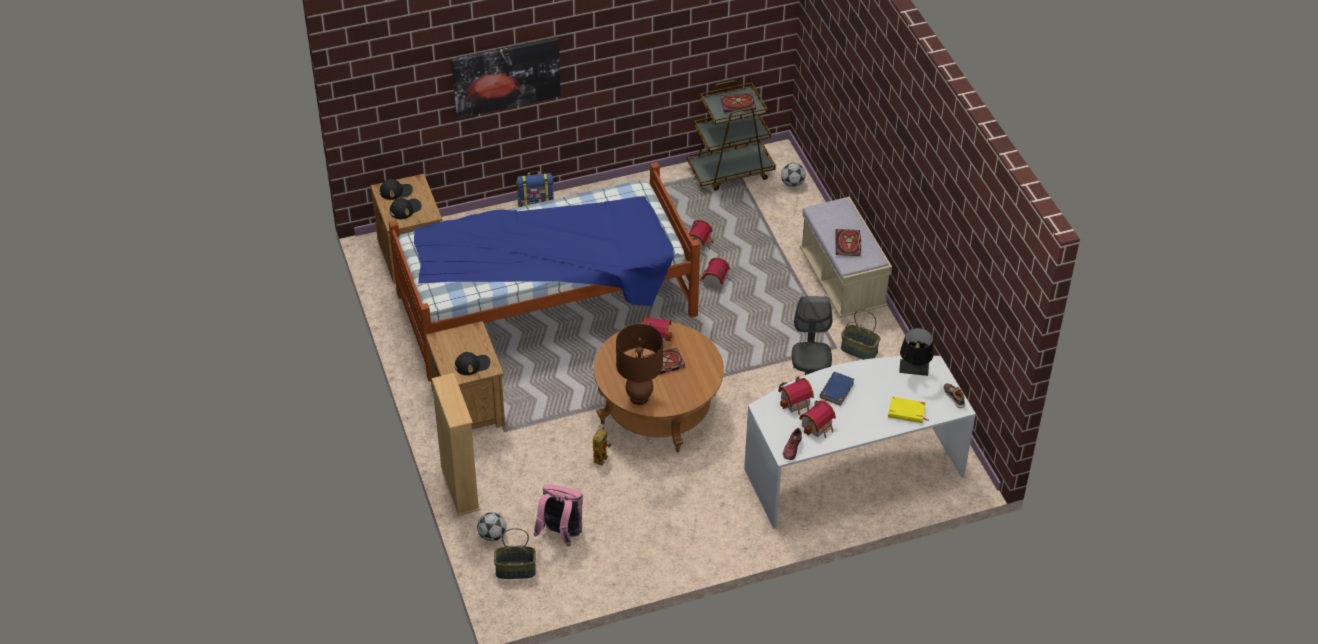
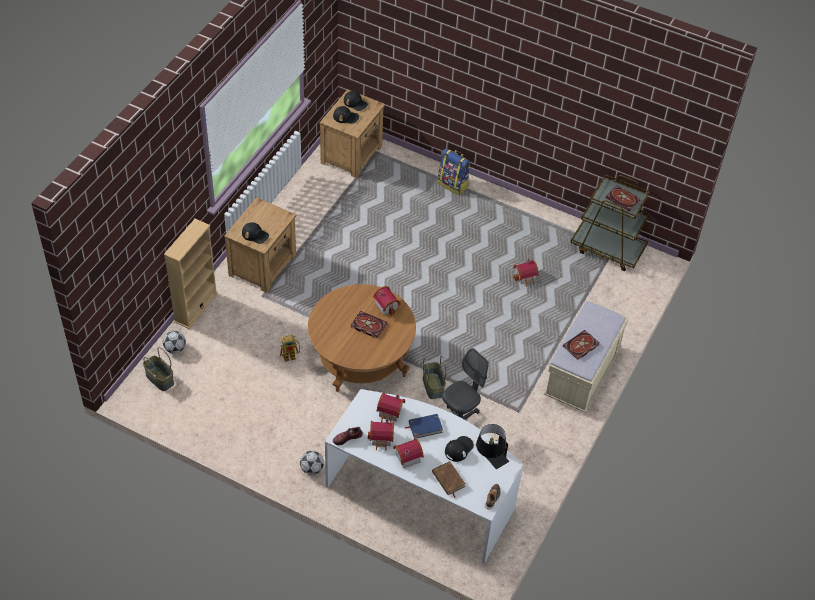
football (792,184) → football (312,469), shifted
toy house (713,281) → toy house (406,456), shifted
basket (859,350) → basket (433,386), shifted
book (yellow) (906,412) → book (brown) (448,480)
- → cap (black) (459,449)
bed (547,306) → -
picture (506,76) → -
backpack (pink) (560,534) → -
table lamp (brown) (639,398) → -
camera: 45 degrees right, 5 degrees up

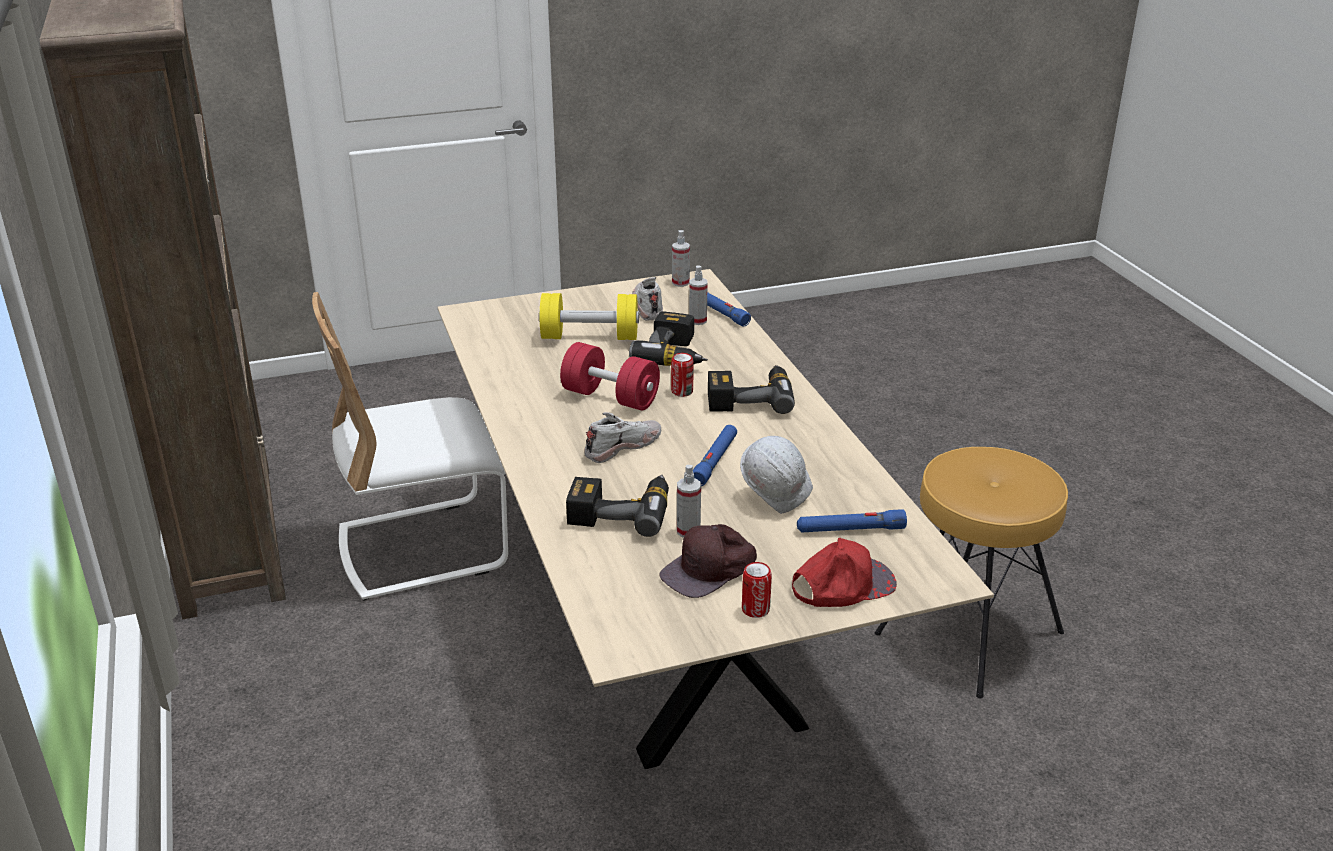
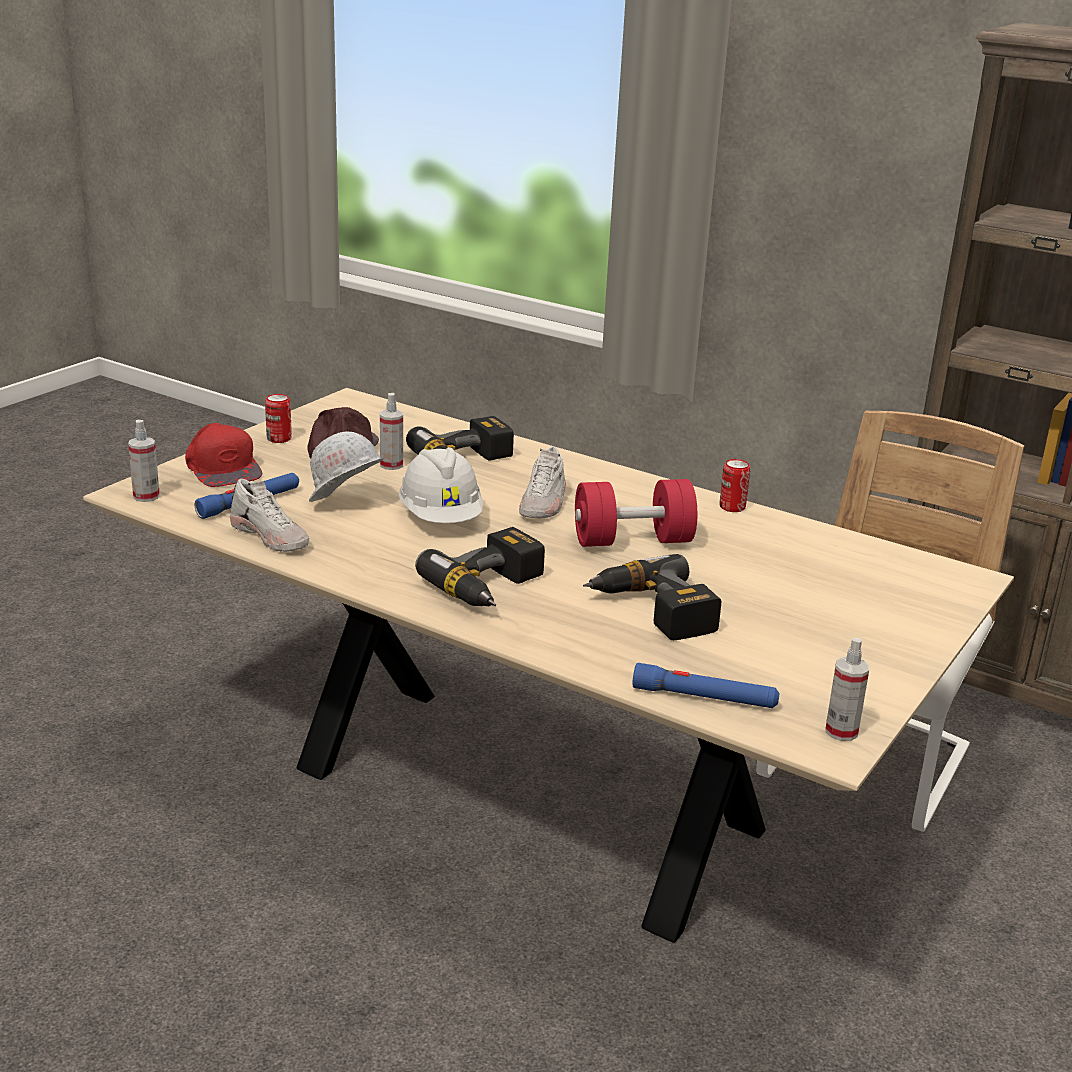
spray bottle (697,321) → spray bottle (146,496), shifted
cap (red) (842,584) → cap (red) (223,468), 60 degrees counterclockwise
shoe (white) (647,306) → shoe (white) (271,536), shifted
flashlight (blue) (715,460) → hard hat (white) (441,518)
can (682,391) → can (732,507), shifted
dumbbell (yellow) (590,337) → -
stool (brown) (970,633) → -
camera: 140 degrees right, 5 degrees down

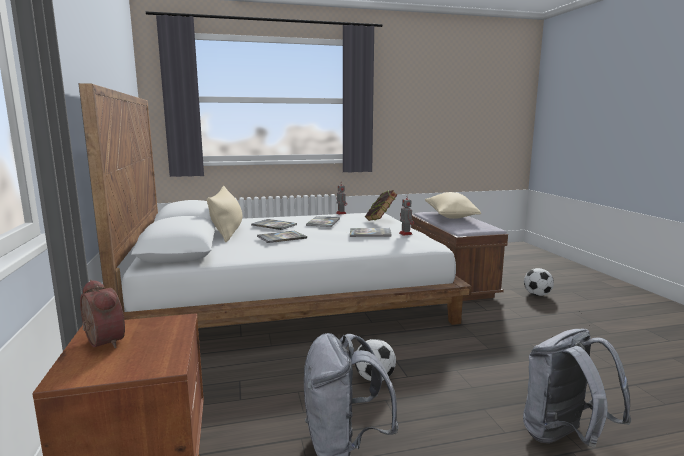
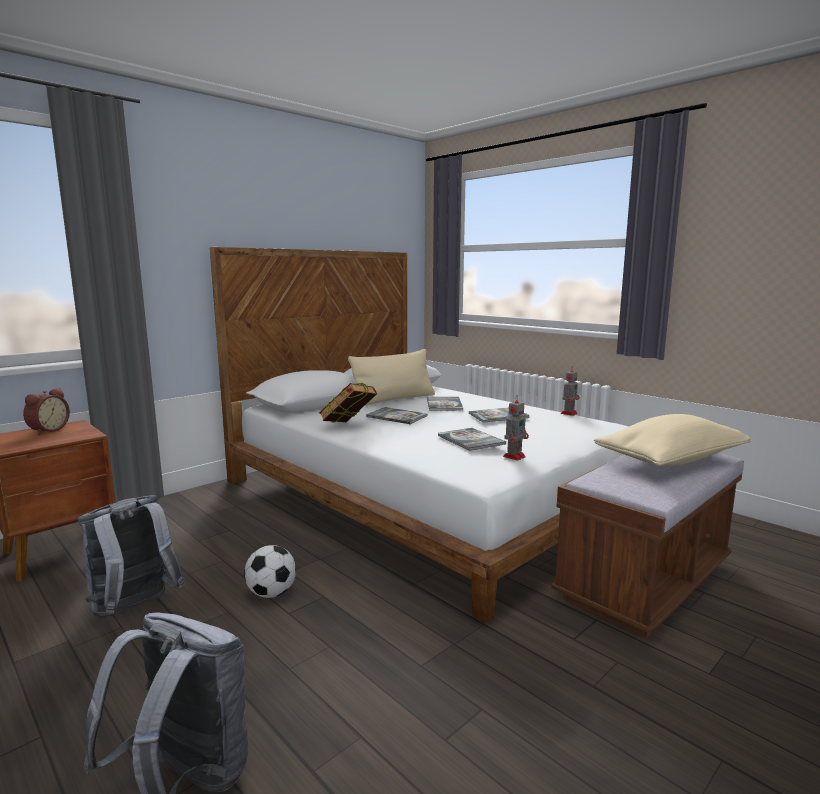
book (380,221) → book (348,427), shifted
football (537,294) → -
camera: 60 degrees right, 0 degrees up

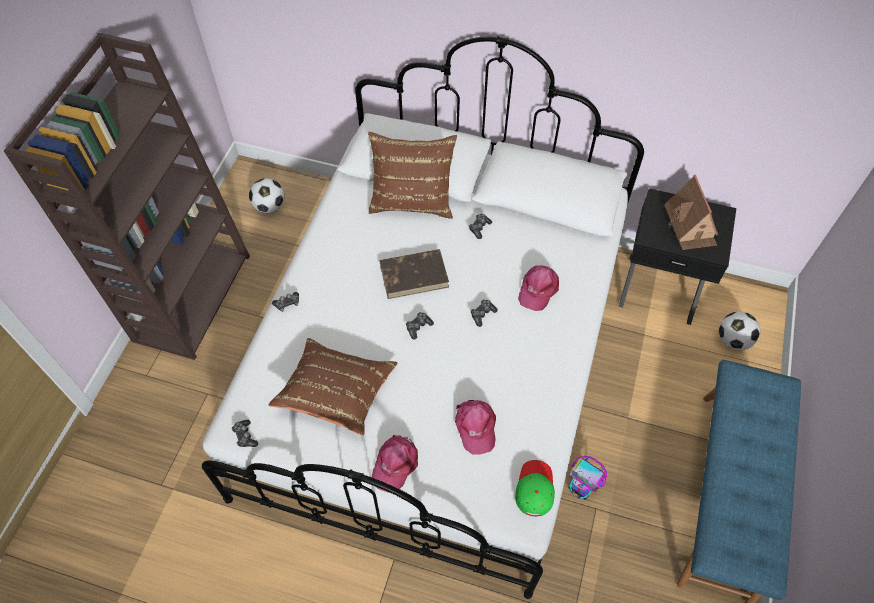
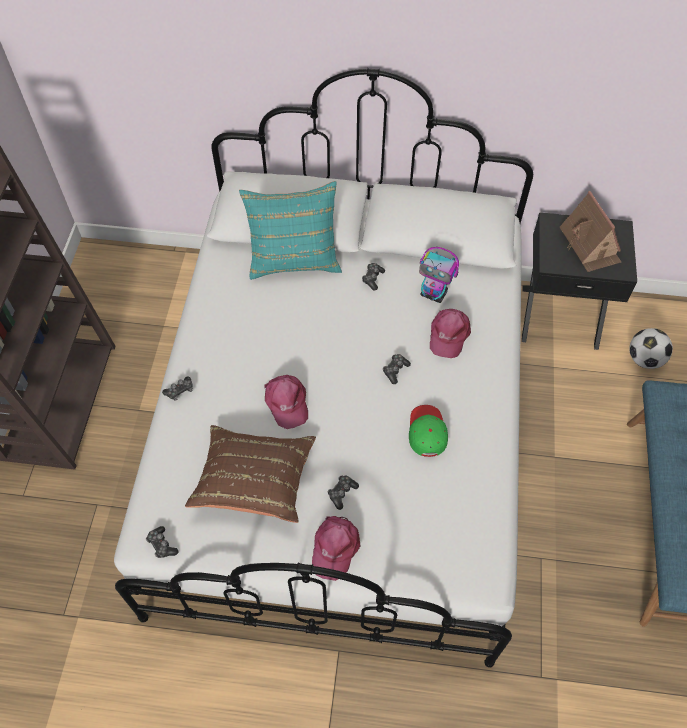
pillow (brown) (412,199) → pillow (turquoise) (294,257)
cap (pink) (475,426) → cap (pink) (286,402), shifted
game controller (418,327) → game controller (342,493), shifted
cap (green) (534,489) → cap (green) (427,432), shifted
toy robot (581,488) → toy robot (434,294), shifted
football (269,206) → -
book (brown) (414,275) → -
camera: 10 degrees left, 0 degrees up

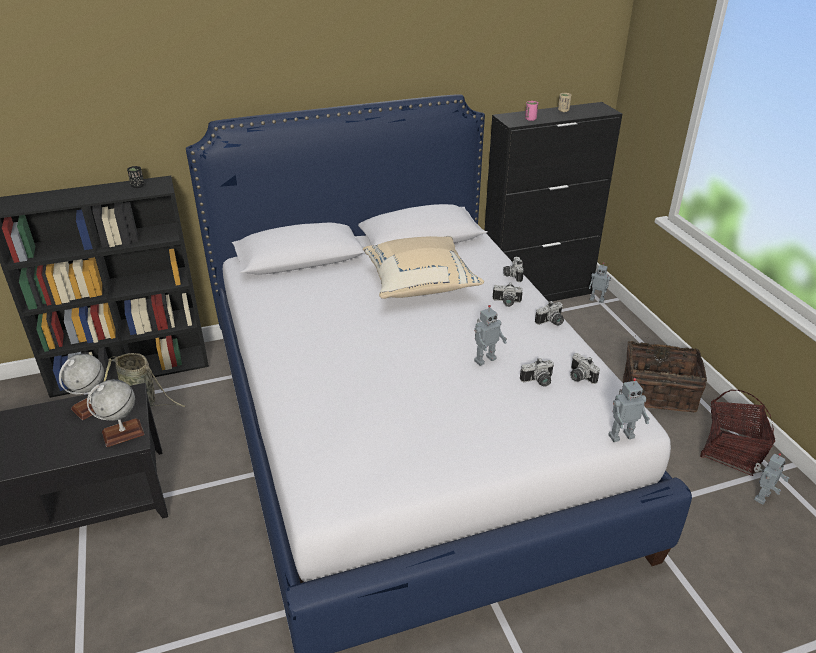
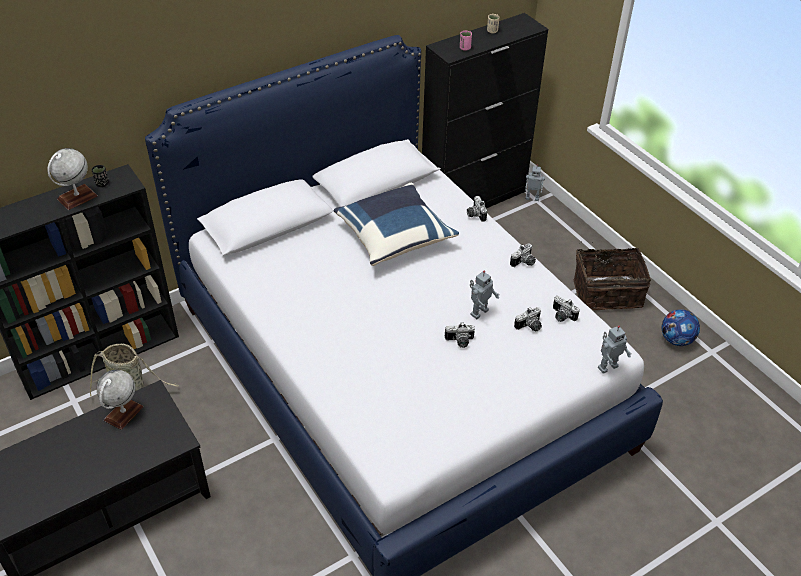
globe (123,433) → globe (77,198), shifted
pillow (beige) (419,283) → pillow (blue) (394,237)
photo camera (506,303) → photo camera (459,342), shifted
basket (730,451) → football (676,340)
toy robot (761,496) → -
camera: 15 degrees left, 10 degrees up

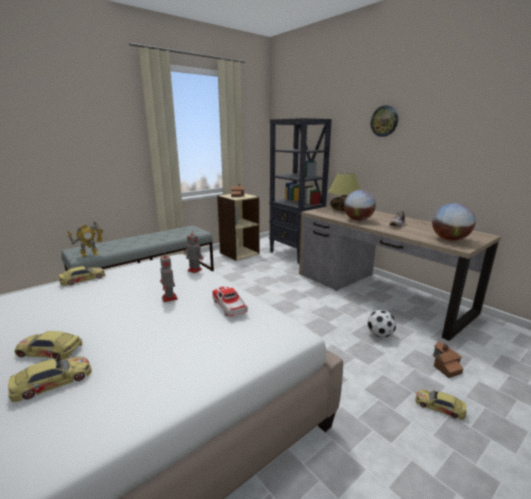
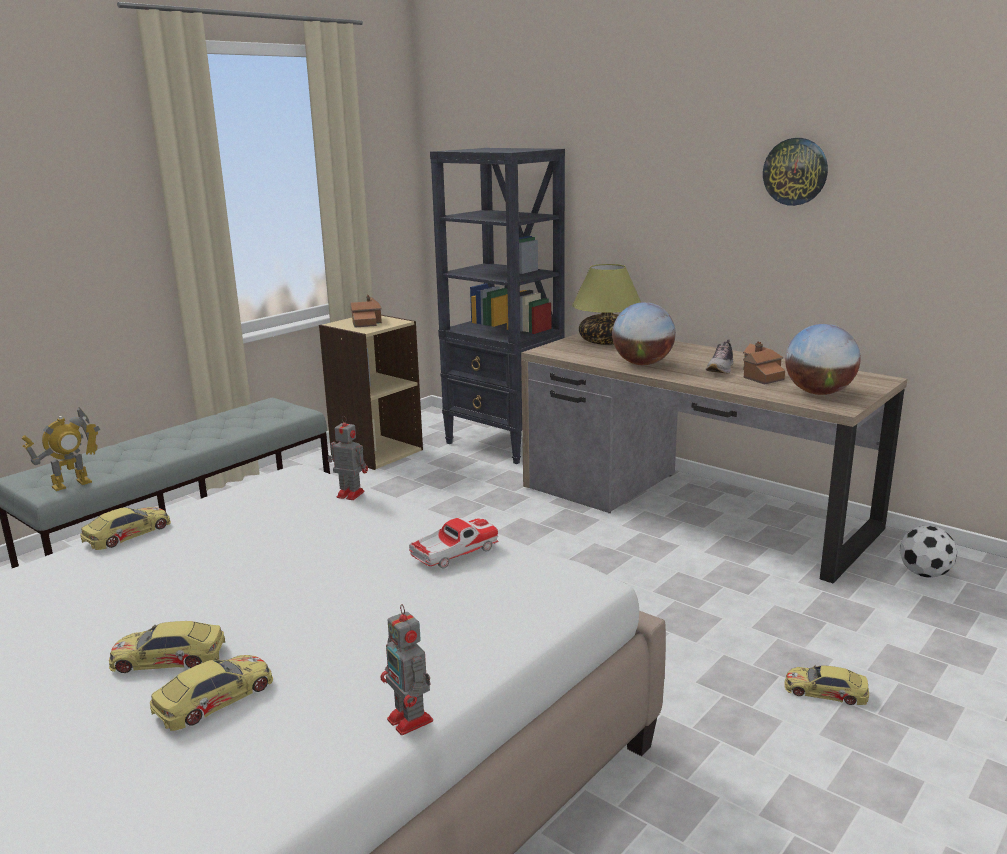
toy robot (169,298) → toy robot (411,721), shifted
toy car (229,306) → toy car (454,552), 90 degrees clockwise
toy house (444,365) → toy house (760,375), shifted
wall clock (384,121) → wall clock (795,171), shifted
football (379,334) → football (924,573), shifted
camera: 10 degrees left, 0 degrees up

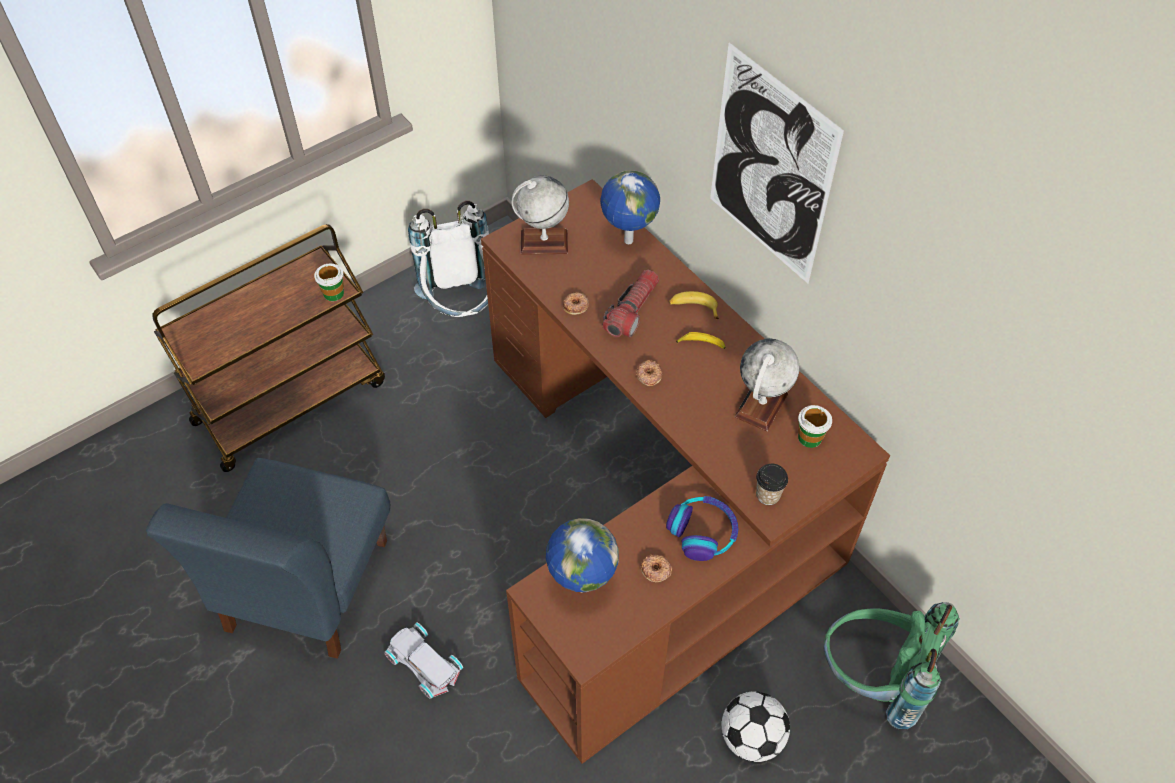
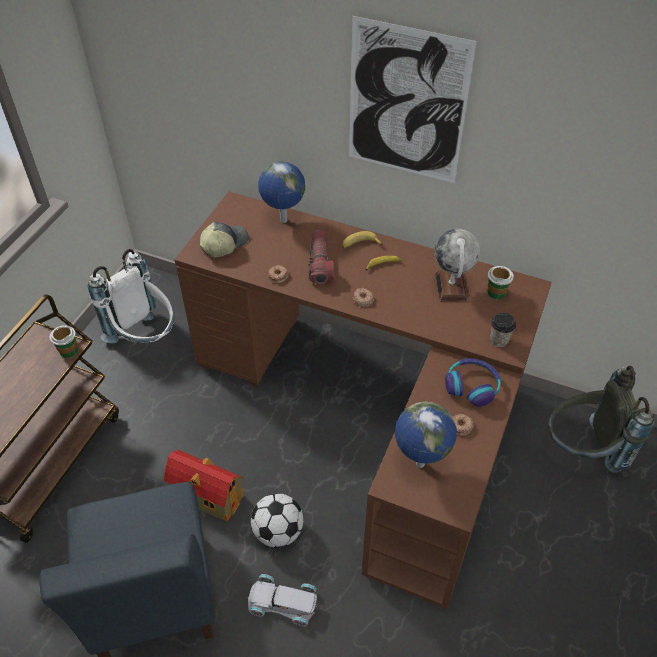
- → toy house (206,495)
globe (544,242) → cap (224,244)
football (751,738) → football (278,532), shifted
backpack (green) (872,680) → backpack (grey) (582,450)
camera: 30 degrees left, 5 degrees down

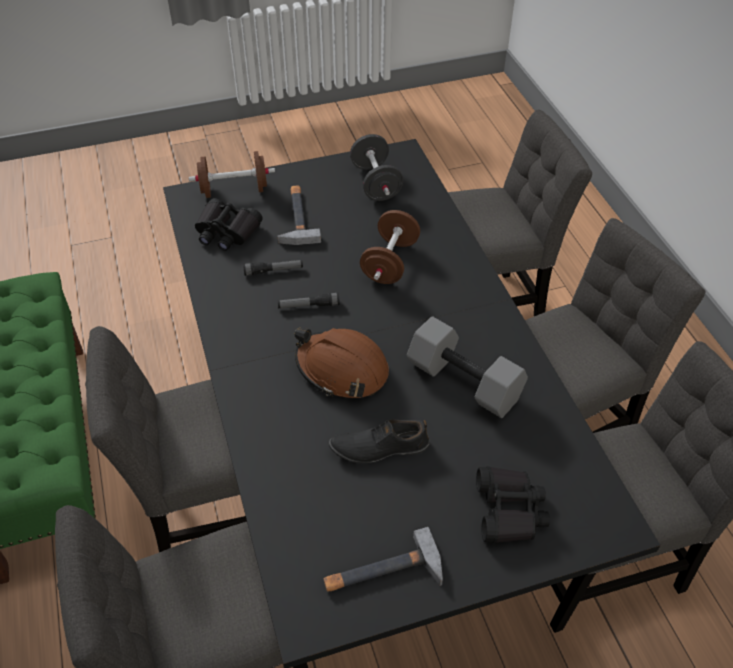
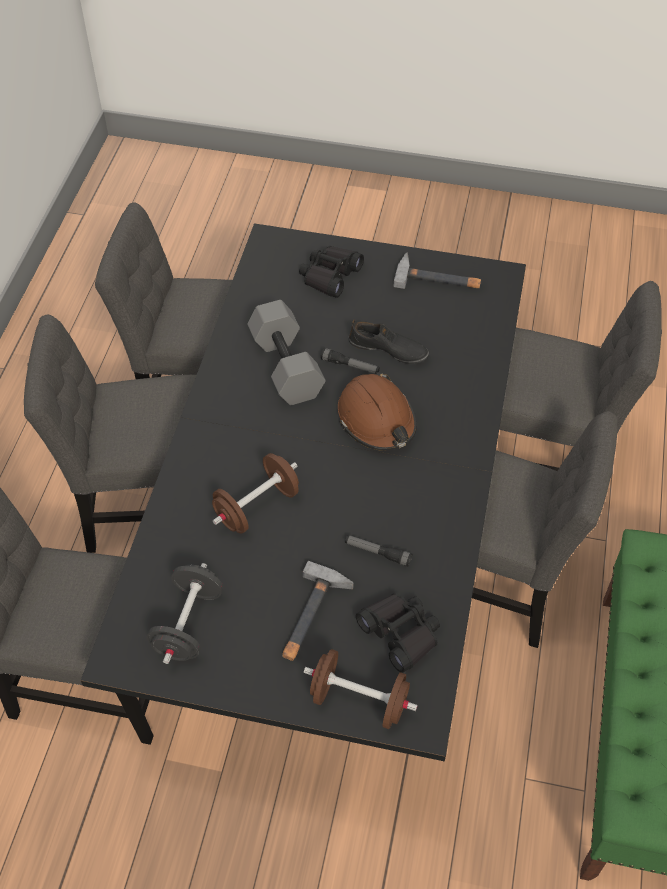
flashlight (308,305) → flashlight (350,366), shifted
camera: 150 degrees left, 5 degrees up

